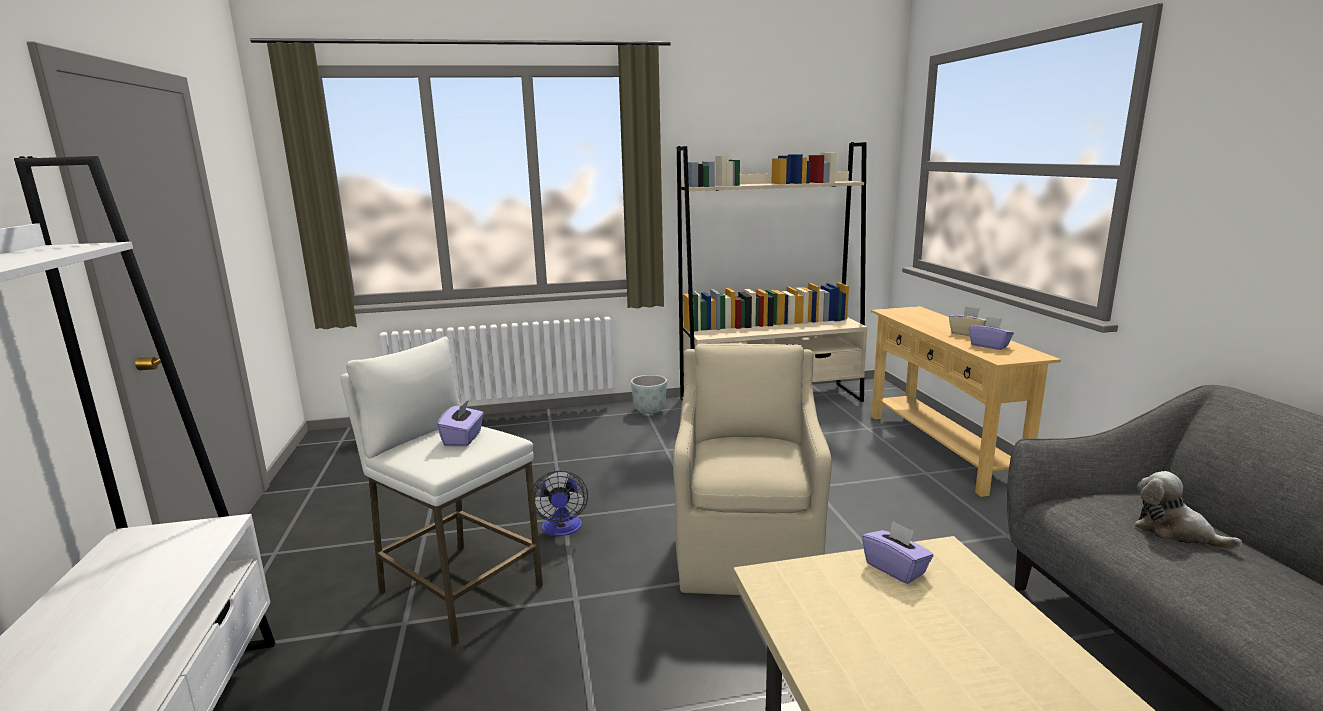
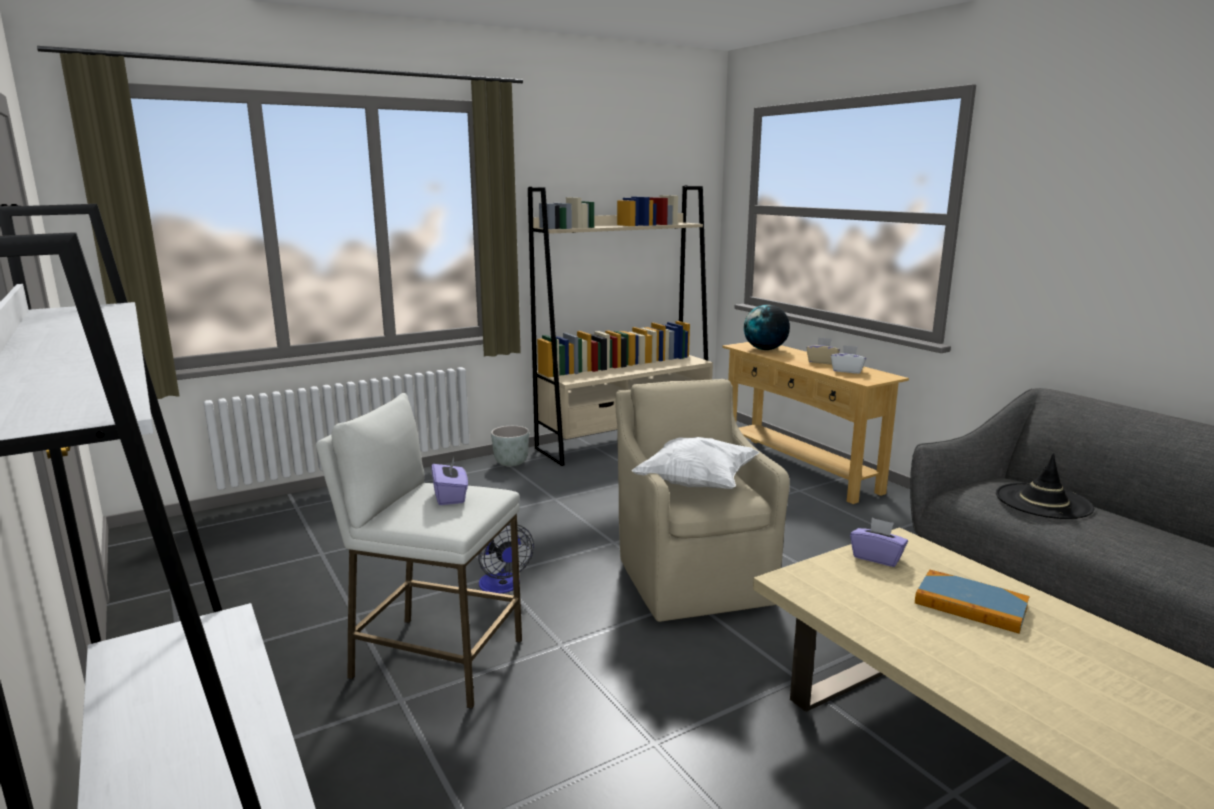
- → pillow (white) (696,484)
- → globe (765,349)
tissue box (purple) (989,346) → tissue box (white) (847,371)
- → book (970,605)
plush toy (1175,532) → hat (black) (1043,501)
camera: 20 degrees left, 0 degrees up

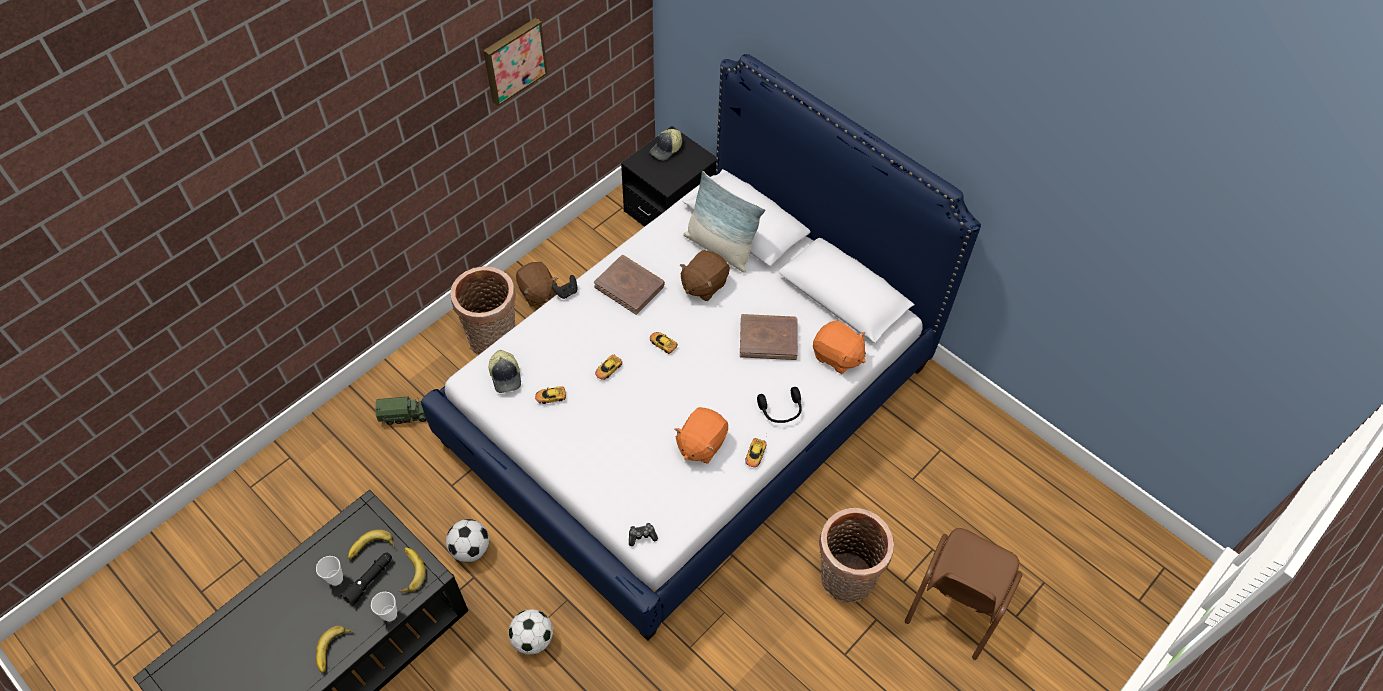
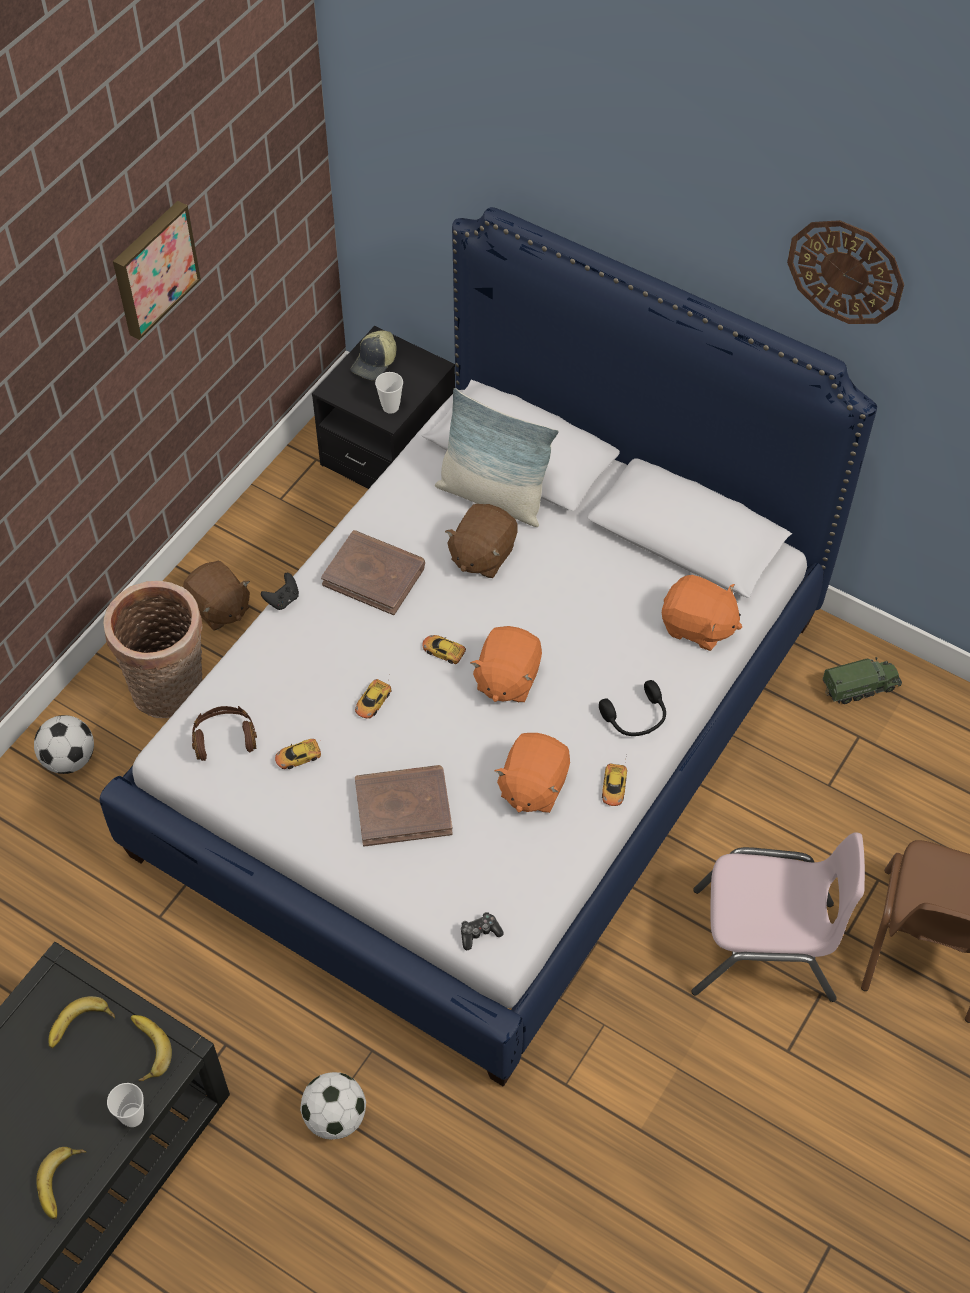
football (470,549) → football (69,759), shifted
cap (506,376) → headphones (brown) (224,738)
book (brown) (768,338) → book (brown) (403,807), shifted
cup (336,579) → cup (390,407), shifted
- → plush toy (orange) (506,679)
basket (844,580) → chair (pink) (764,947)
- → wall clock (846,271)
toy truck (406,415) → toy truck (860,687), shifted
flashlight (black) (370,580) → -
camera: 10 degrees left, 0 degrees up

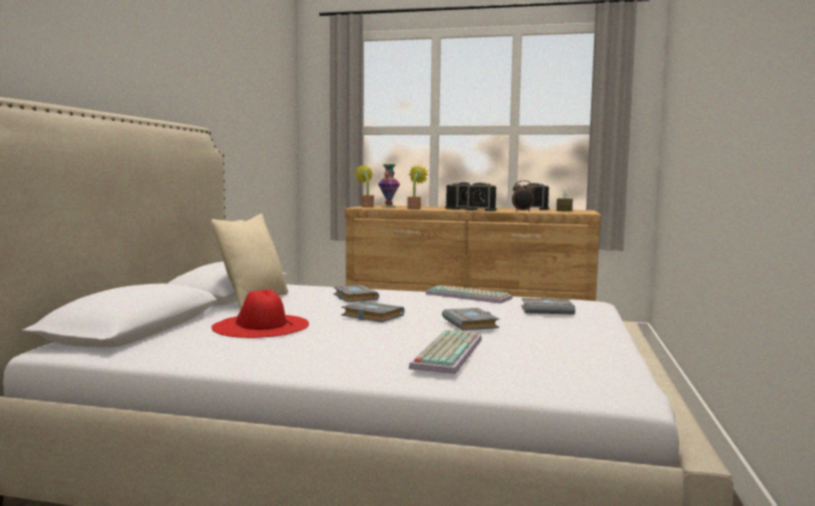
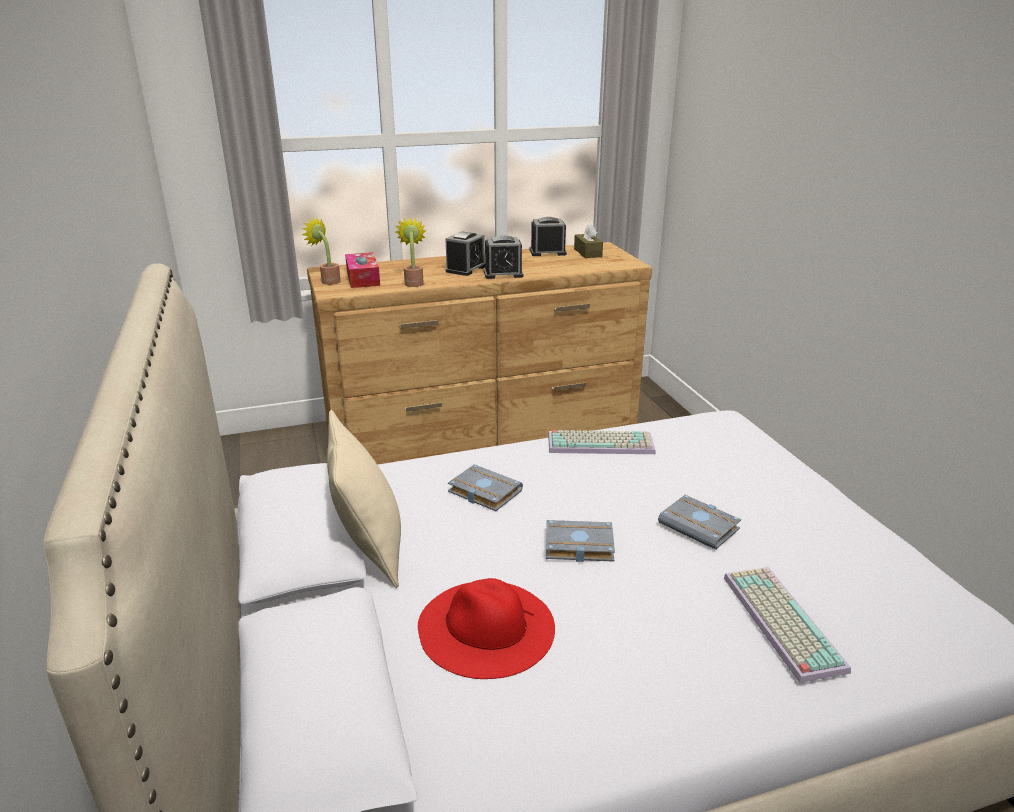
vase (388,207) → tissue box (363,278)
alarm clock (522,211) → -
book (grey) (548,310) → -
camera: 30 degrees left, 20 degrees up

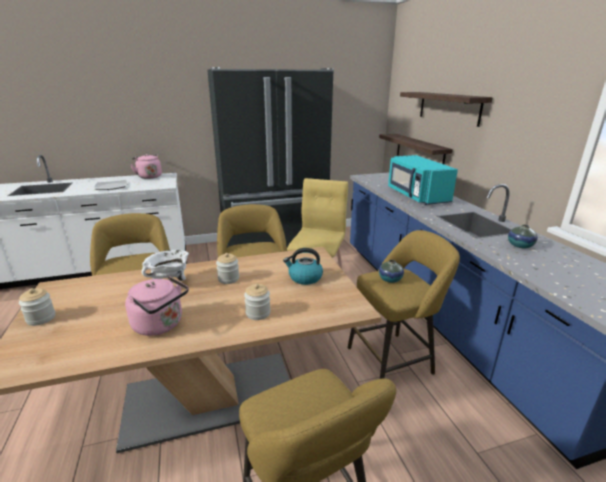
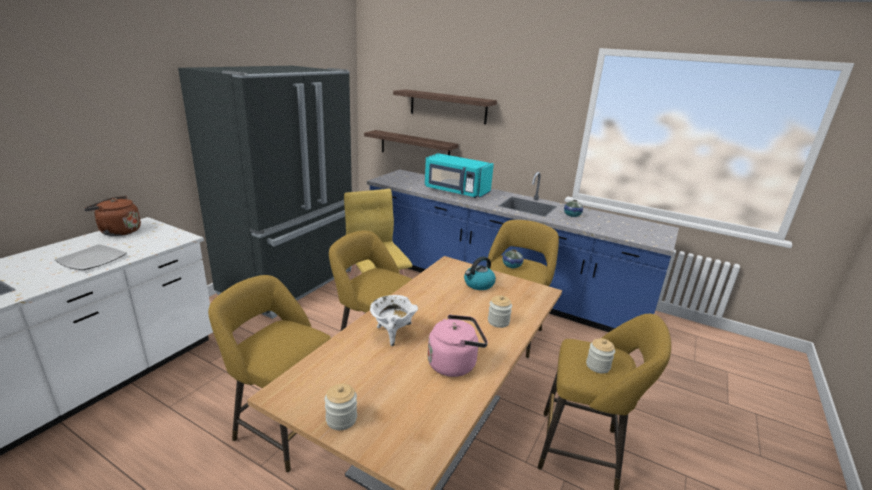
kettle (pink) (149,176) → kettle (brown) (118,231)
jar (228,279) → jar (598,366), shifted
camera: 45 degrees left, 0 degrees up

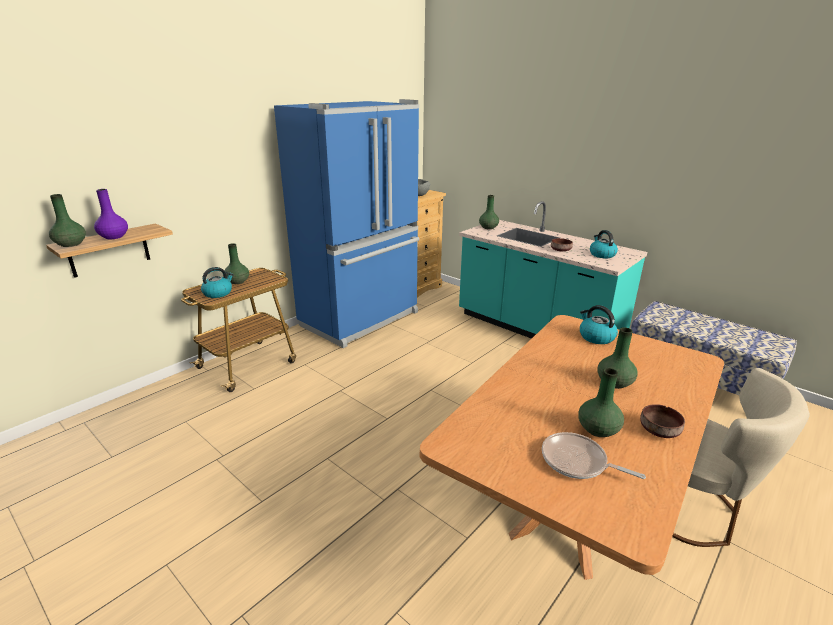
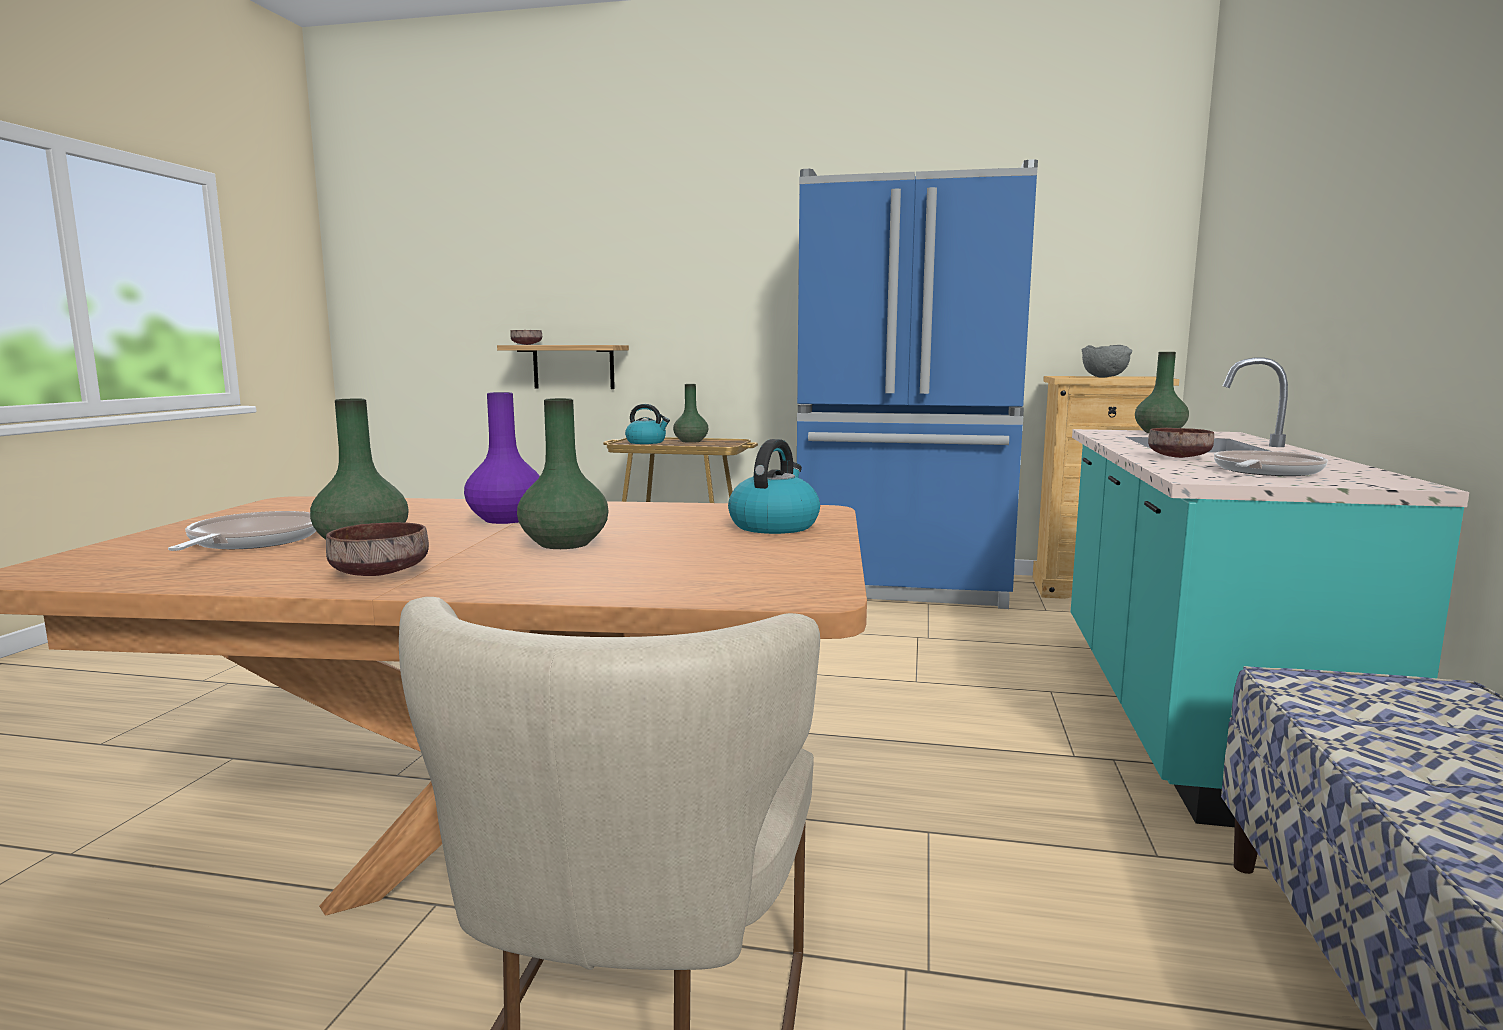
vase (purple) (113,237) → vase (purple) (505,519), shifted
vase (green) (70,244) → bowl (brown) (525,344)
kettle (601,254) → frying pan (1264,472)
camera: 60 degrees right, 15 degrees down

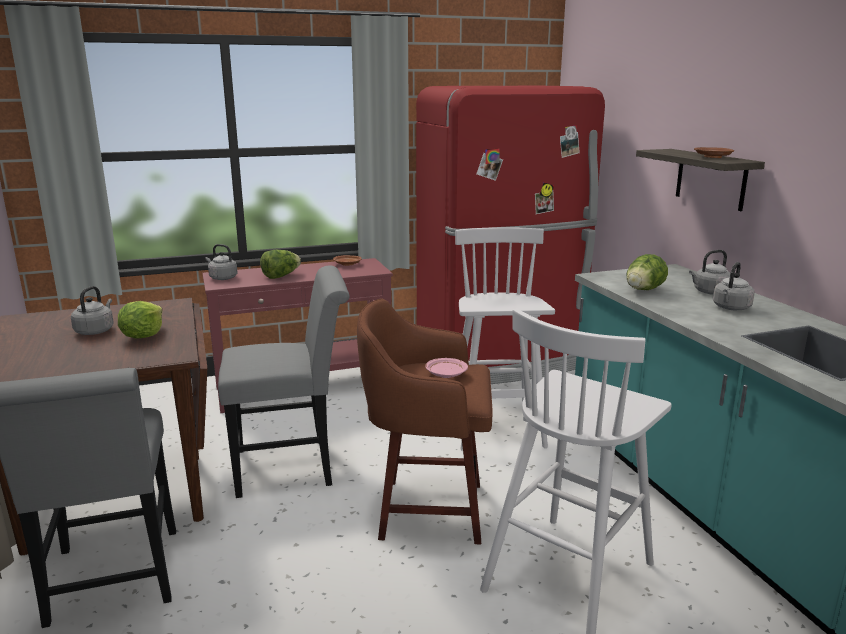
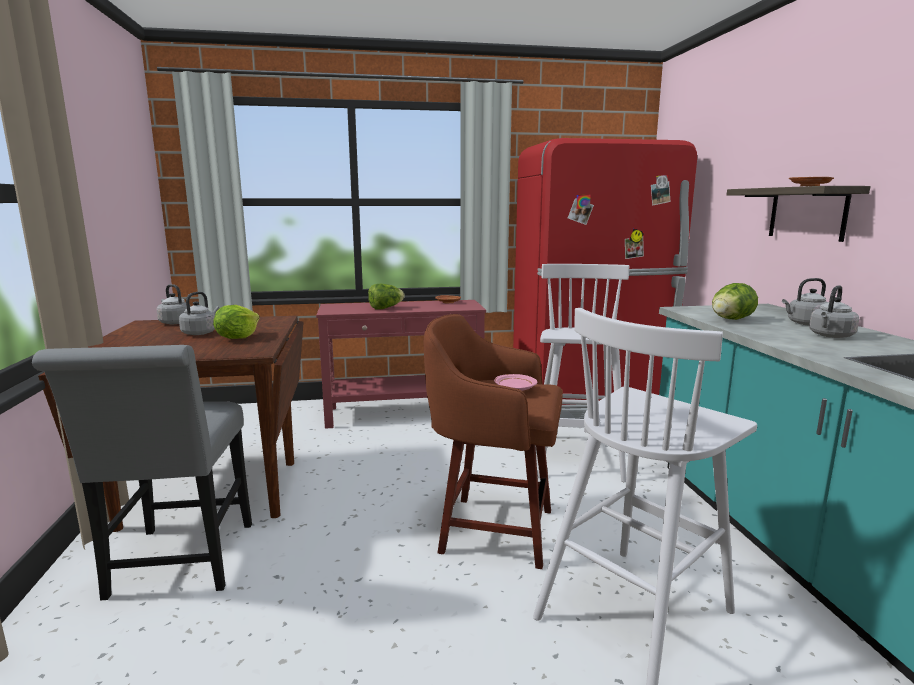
kettle (grey) (222,278) → kettle (grey) (174,322), shifted
chair (grey) (292,466) → -
camera: 10 degrees right, 5 degrees down

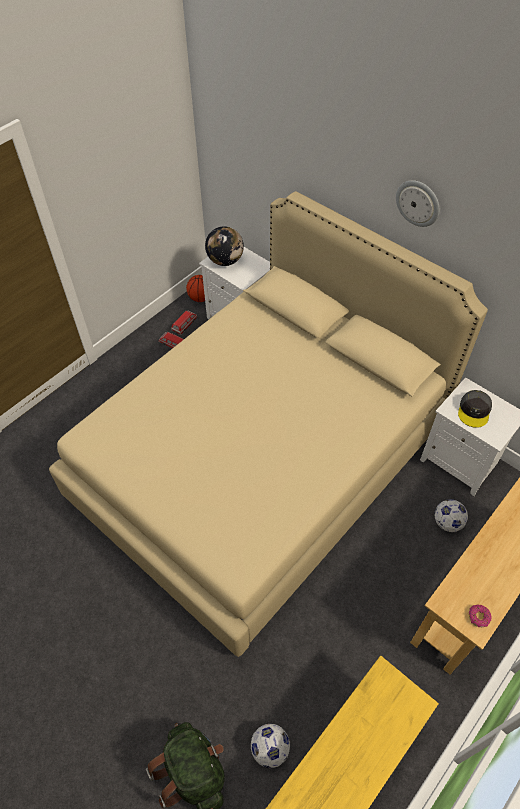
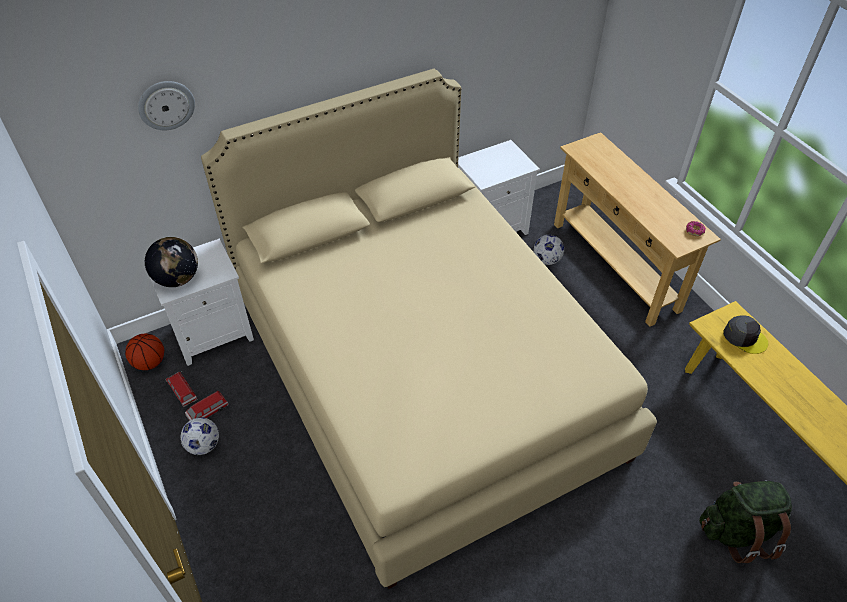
wall clock (418,203) → wall clock (166,105), shifted
football (270,748) → football (203,445), shifted
cap (grey) (474,411) → cap (grey) (744,337), shifted
camera: 70 degrees left, 5 degrees down

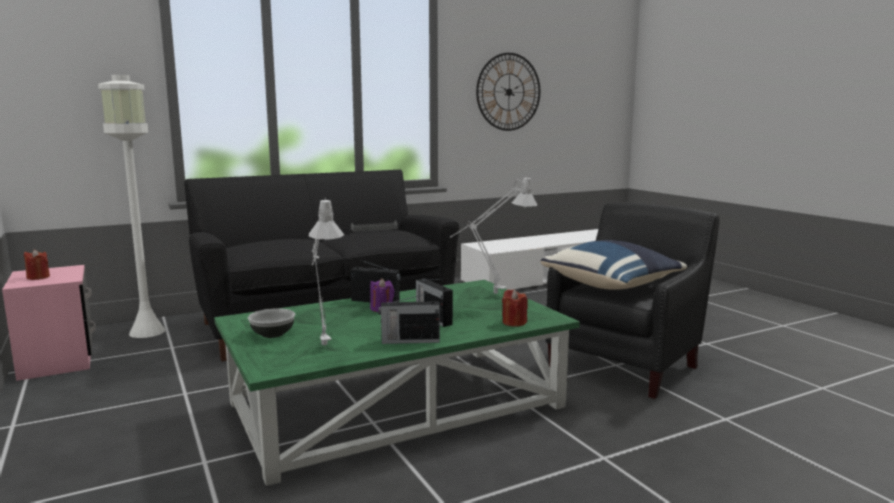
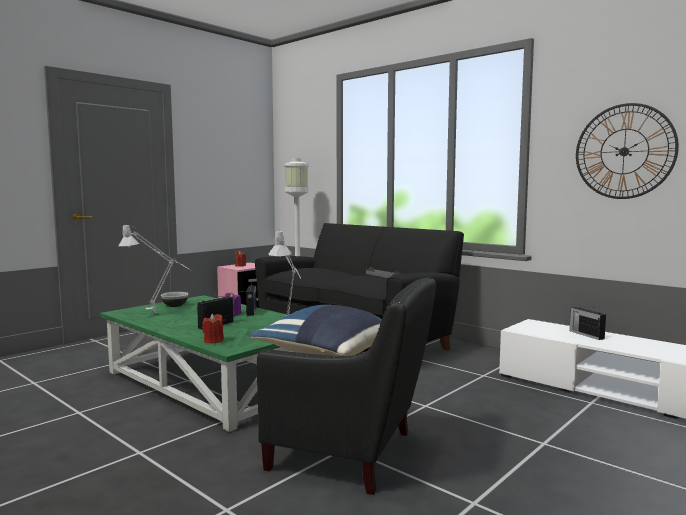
radio (409,341) → radio (586,334), shifted
camera: 70 degrees right, 5 degrees down

